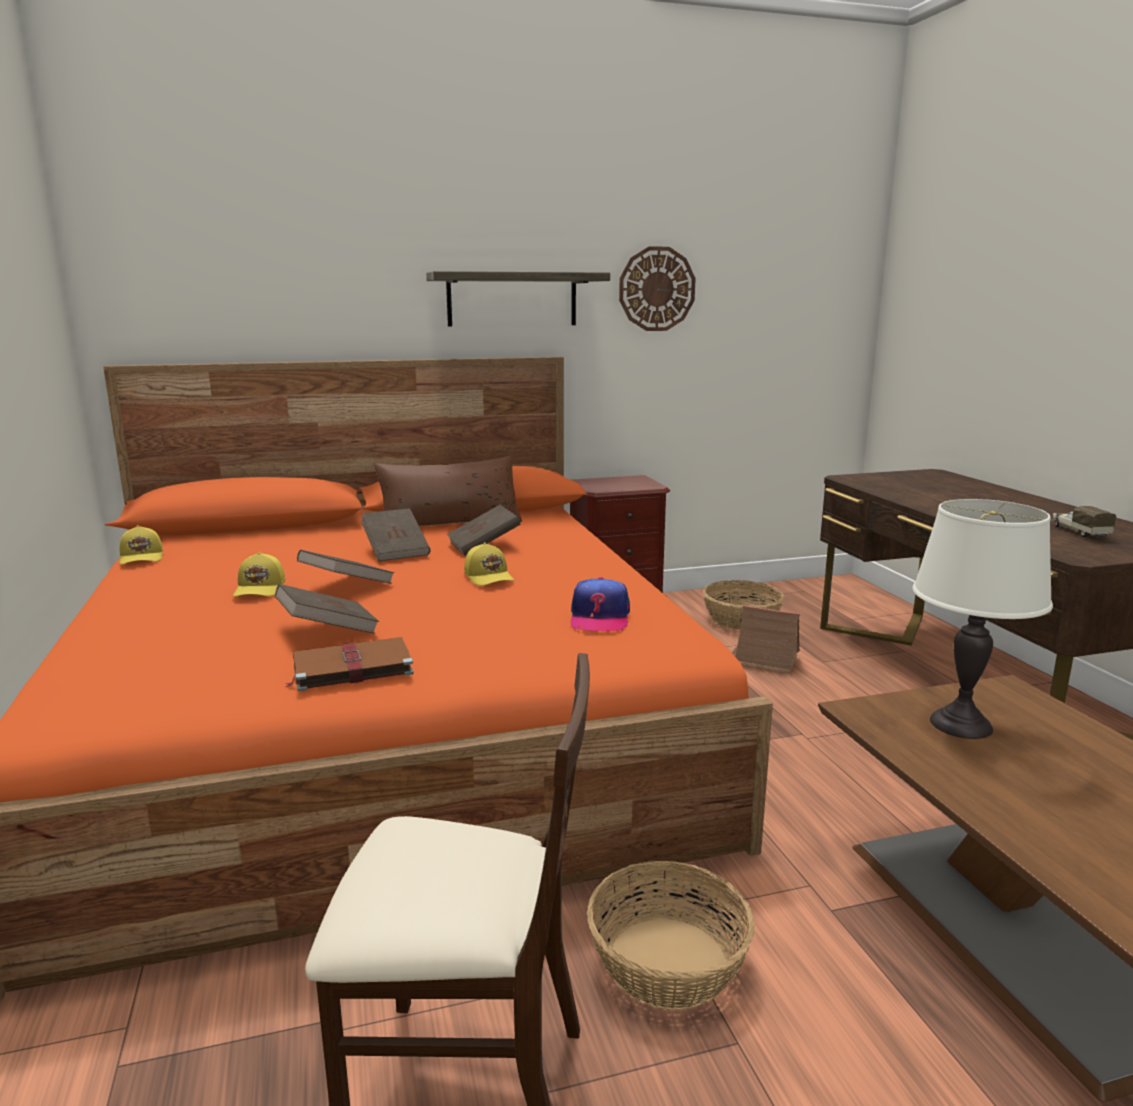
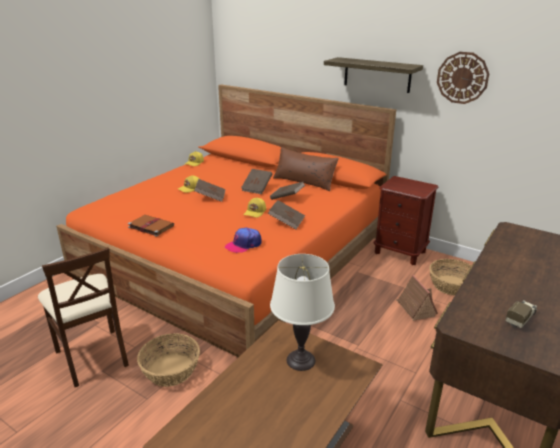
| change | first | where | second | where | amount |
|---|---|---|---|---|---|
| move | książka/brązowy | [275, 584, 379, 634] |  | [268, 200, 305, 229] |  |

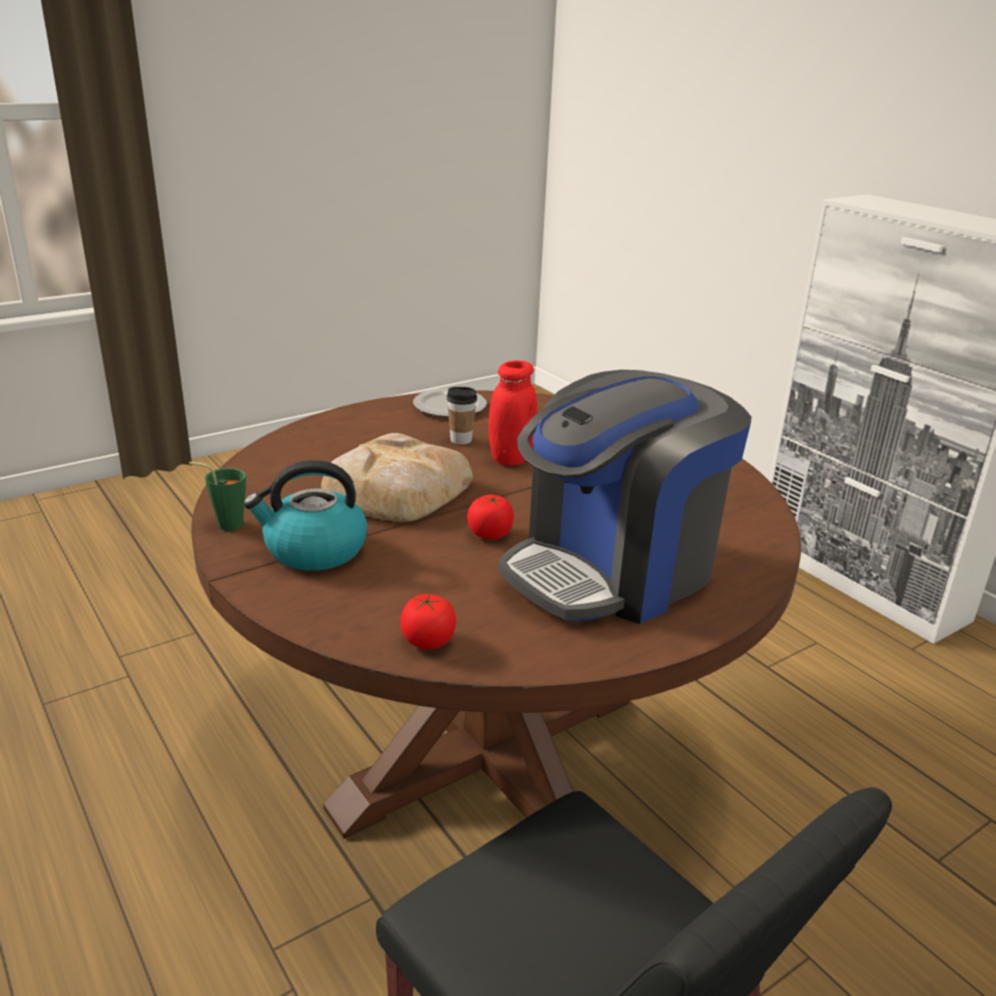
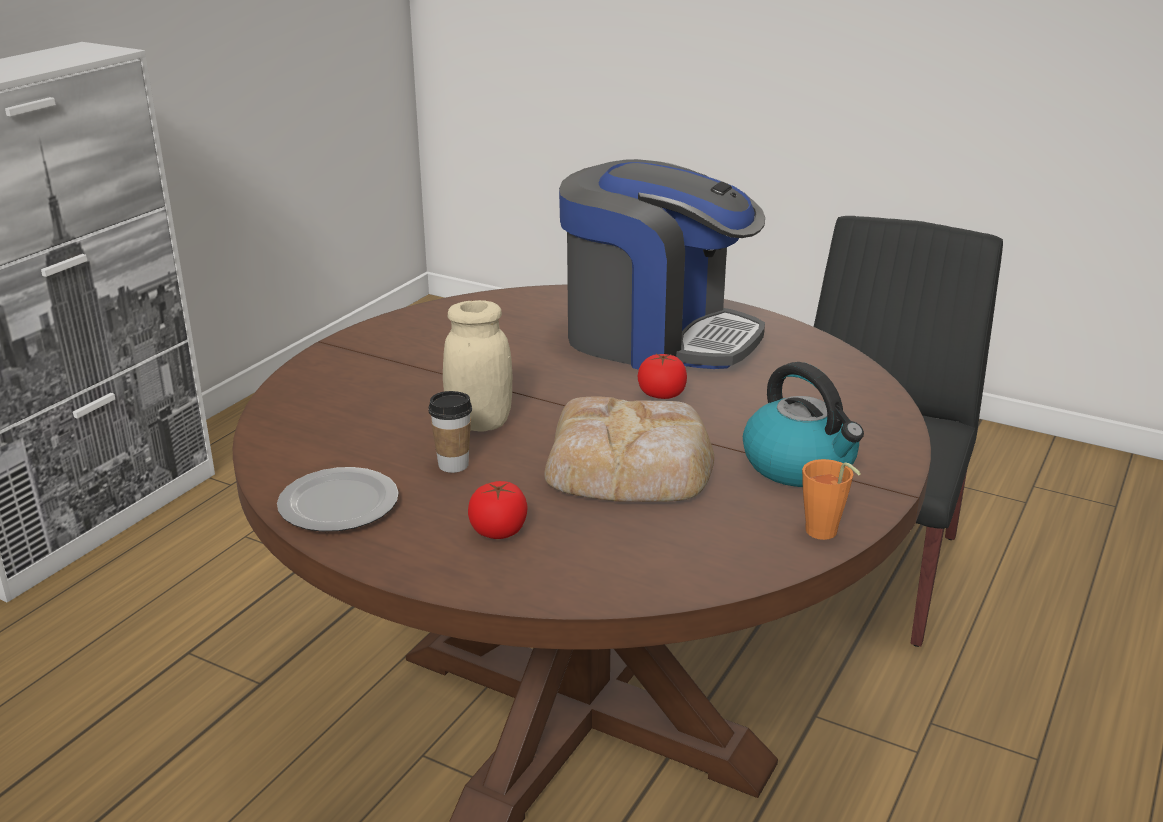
| change | first | where | second | where | amount |
|---|---|---|---|---|---|
| recolor | słoik/czerwony | [489, 360, 537, 466] | słoik/beżowy | [443, 300, 513, 432] |  |
| recolor | filiżanka/zielony | [189, 462, 246, 531] | filiżanka/pomarańczowy | [802, 459, 861, 540] |  |
| move | pomidor | [401, 593, 456, 649] |  | [468, 481, 528, 539] |  |

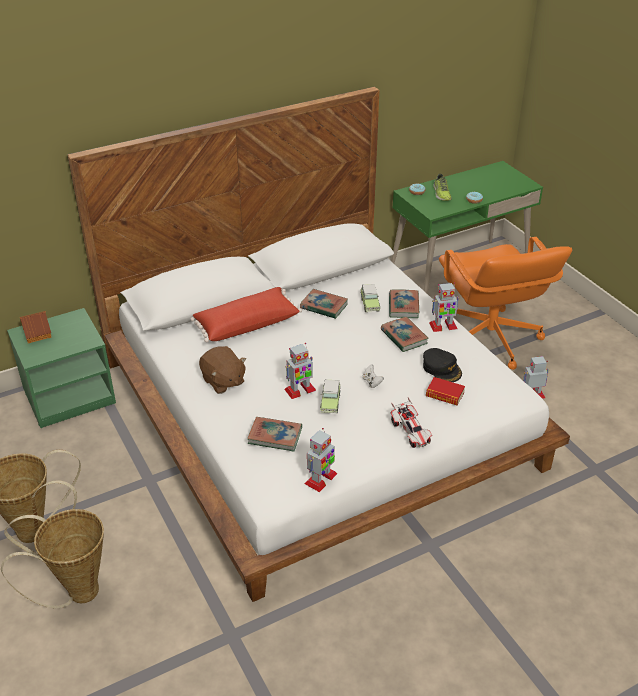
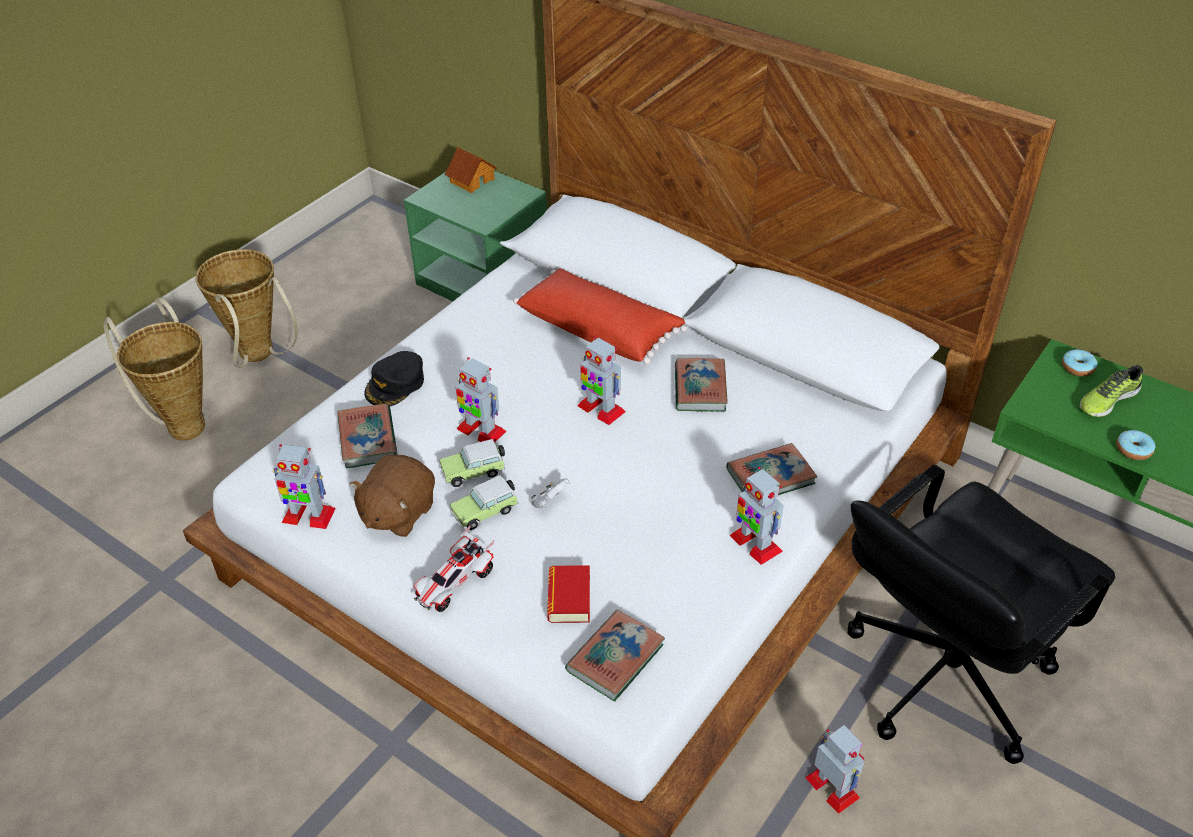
| change | first | where | second | where | amount |
|---|---|---|---|---|---|
| recolor | krzesło biurowe/pomarańczowy | [439, 237, 572, 370] | krzesło biurowe/czarny | [848, 465, 1116, 764] |  |
| move | samochodzik | [360, 284, 380, 312] |  | [450, 475, 518, 530] |  |
| move | książka | [381, 317, 429, 352] |  | [565, 610, 665, 701] |  |
| move | pluszak/brązowy | [199, 346, 246, 394] |  | [349, 455, 435, 537] |  |
| move | czapka z daszkiem/czarny | [423, 348, 462, 382] |  | [364, 351, 424, 406] |  |
| insert |  |  | robot zabawkowy | [577, 336, 626, 425] |  |

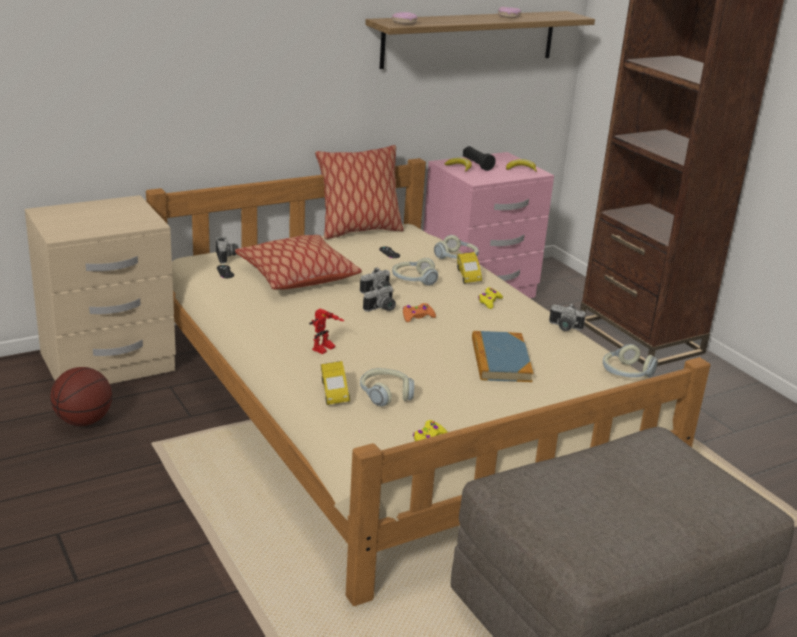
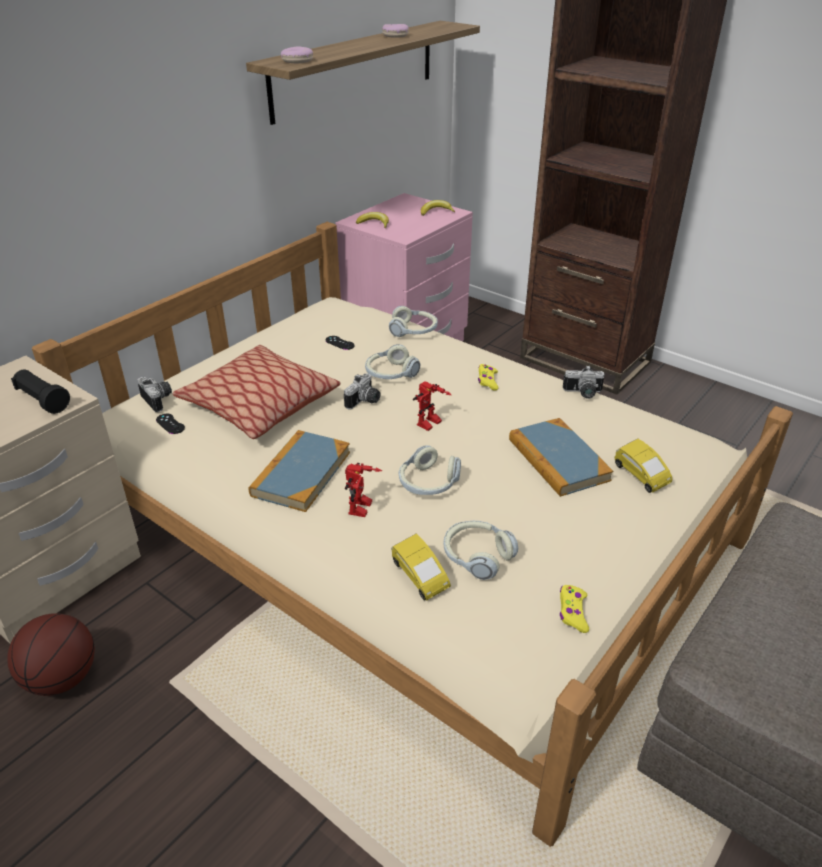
| change | first | where | second | where | amount |
|---|---|---|---|---|---|
| delete | poduszka | [315, 145, 404, 239] |  |  |  |
| move | latarka/czarny | [463, 146, 496, 171] |  | [11, 370, 70, 414] |  |
| move | samochodzik/żółty | [457, 252, 482, 284] |  | [615, 439, 672, 493] |  |
| delete | aparat fotograficzny | [363, 284, 396, 312] |  |  |  |
| replace | pad do gier/pomarańczowy | [403, 303, 436, 322] | robot zabawkowy | [413, 381, 451, 431] |  |
| move | słuchawki | [603, 344, 658, 378] |  | [399, 445, 461, 495] |  |
| insert |  |  | książka | [249, 430, 350, 512] |  |

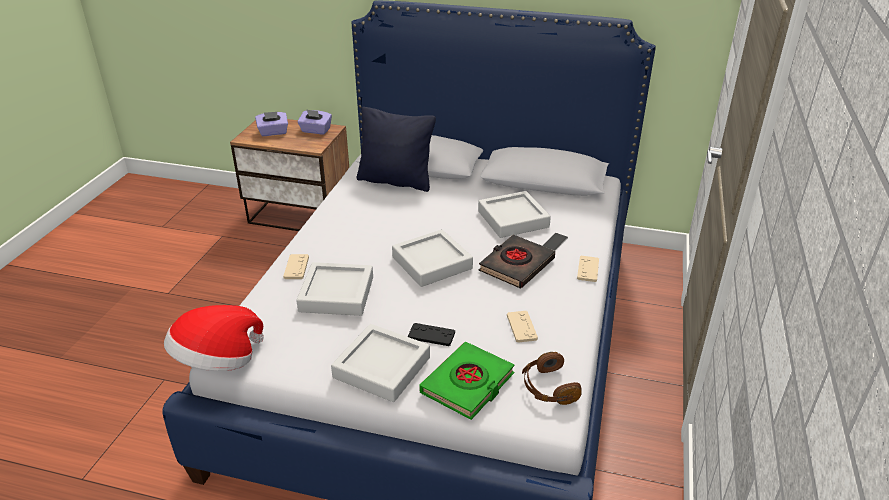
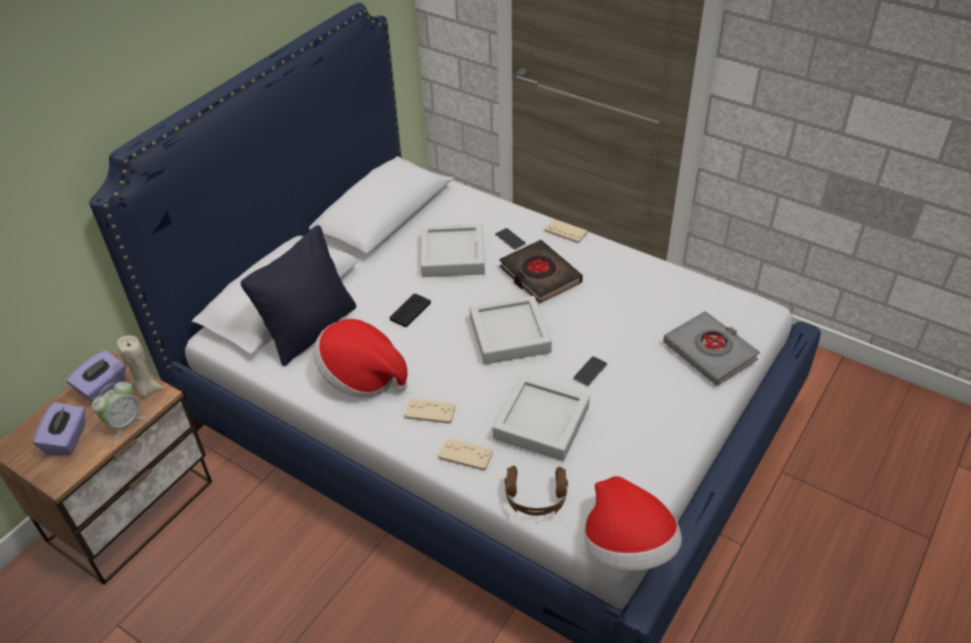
| change | first | where | second | where | amount |
|---|---|---|---|---|---|
| move | pad do gier/beżowy | [507, 311, 538, 343] |  | [405, 399, 455, 424] |  |
| move | pad do gier/czarny | [408, 323, 455, 346] |  | [390, 293, 431, 327] |  |
| delete | taca/szary | [331, 324, 430, 402] |  |  |  |
| recolor | książka/zielony | [419, 341, 515, 420] | książka/szary | [663, 311, 760, 386] |  |
| move | słuchawki/brązowy | [522, 352, 582, 405] |  | [505, 466, 568, 516] |  |
| insert |  |  | kapelusz | [314, 319, 408, 398] |  |
| insert |  |  | świeca/beżowy | [117, 335, 163, 398] |  |
| insert |  |  | telefon | [573, 356, 607, 386] |  |
| insert |  |  | budzik | [92, 382, 145, 439] |  |

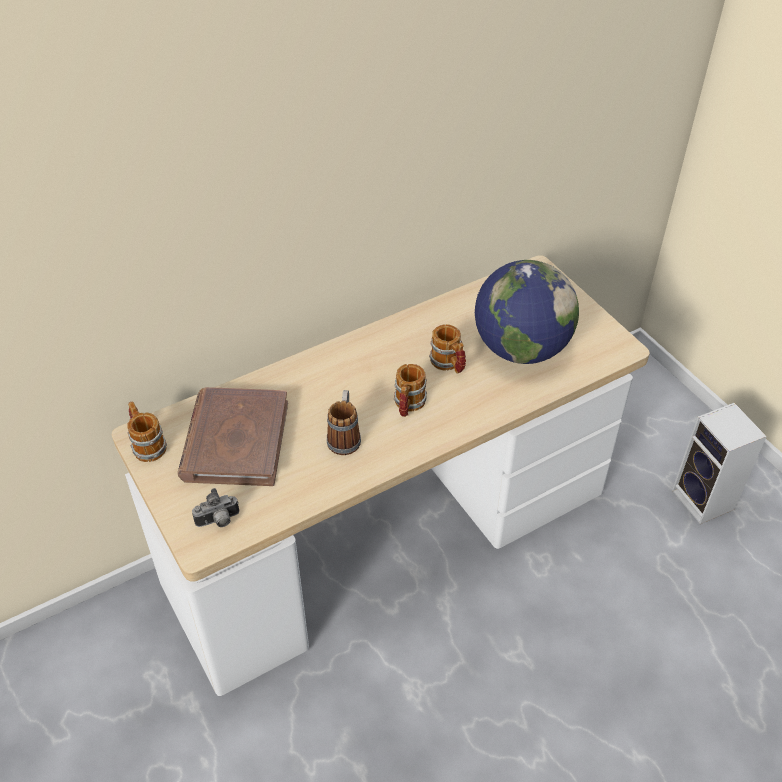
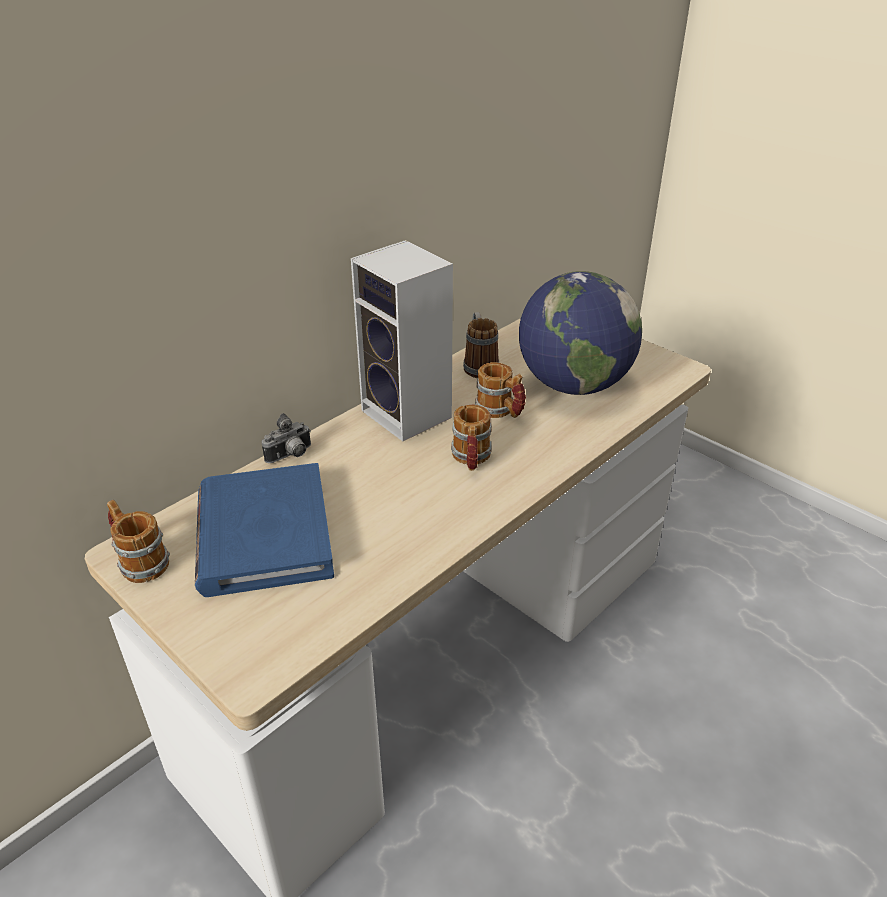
| change | first | where | second | where | amount |
|---|---|---|---|---|---|
| recolor | książka/brązowy | [177, 387, 288, 486] | książka/niebieski | [195, 463, 334, 597] |  |
| move | kubek | [327, 390, 361, 455] |  | [463, 312, 499, 378] |  |
| move | głośnik | [672, 403, 767, 524] |  | [351, 240, 453, 441] |  |
| move | aparat fotograficzny | [192, 488, 239, 527] |  | [262, 413, 311, 463] |  |

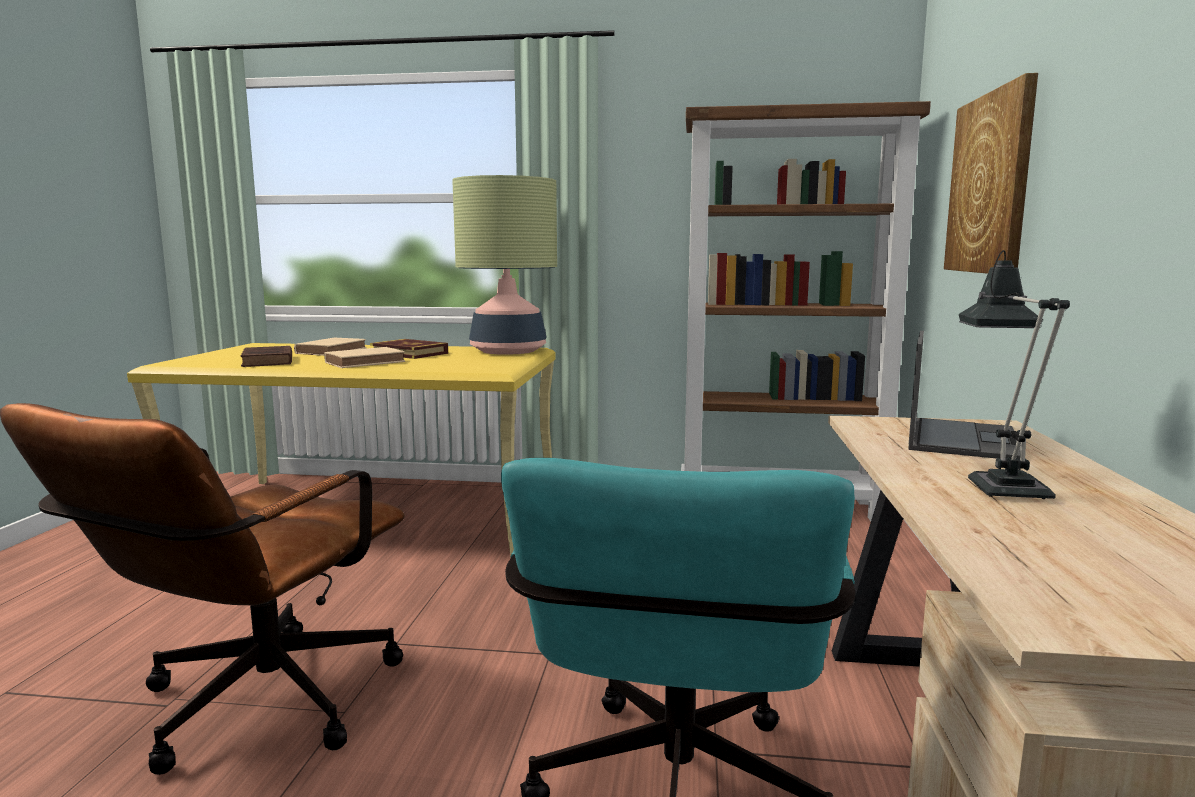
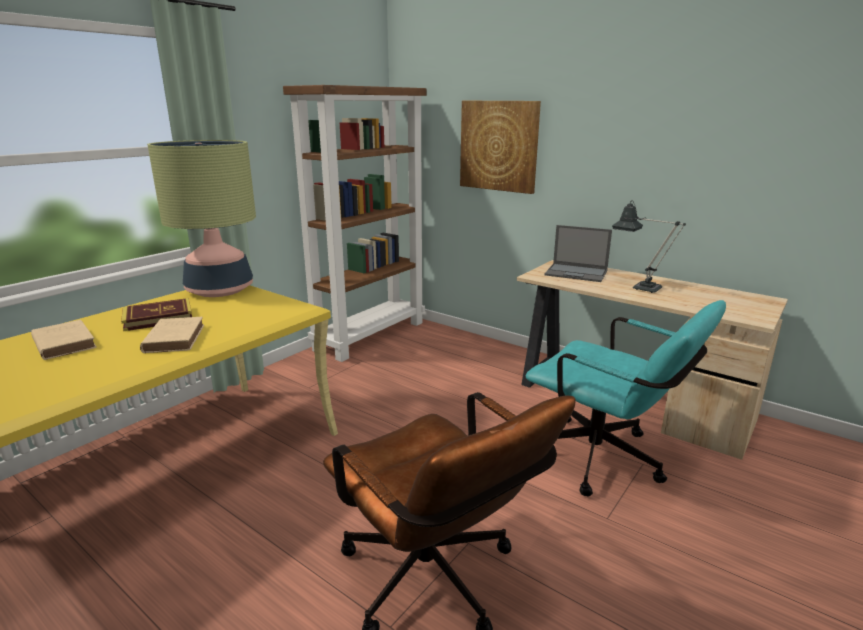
| change | first | where | second | where | amount |
|---|---|---|---|---|---|
| rotate | laptop | [908, 331, 1020, 460] |  | [544, 225, 612, 282] | 150 degrees clockwise |
| delete | książka/brązowy | [240, 346, 292, 367] |  |  |  |

